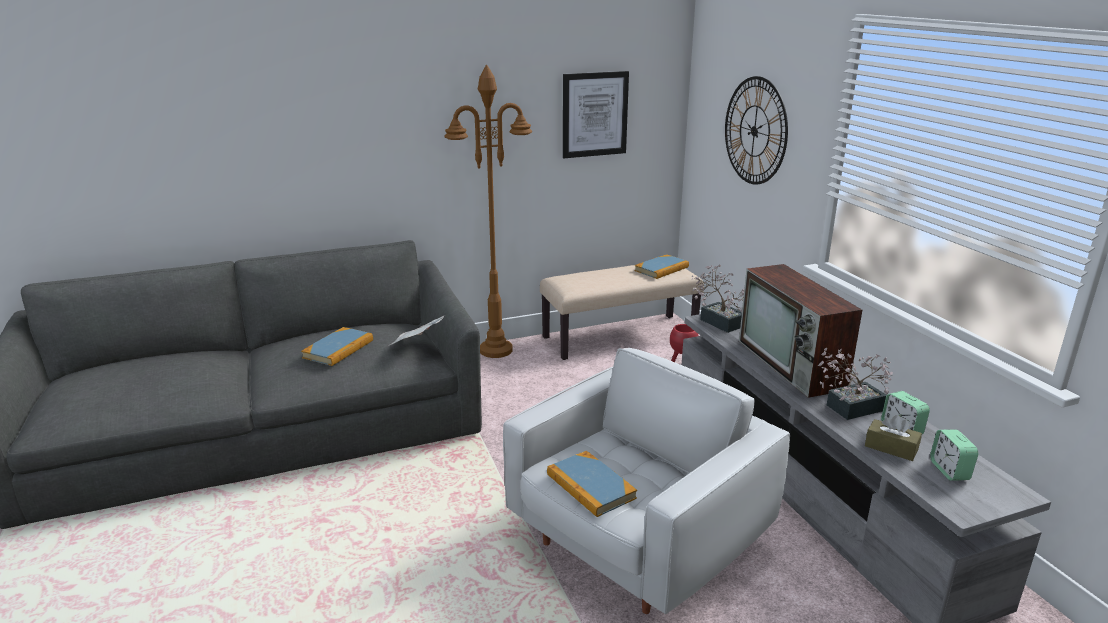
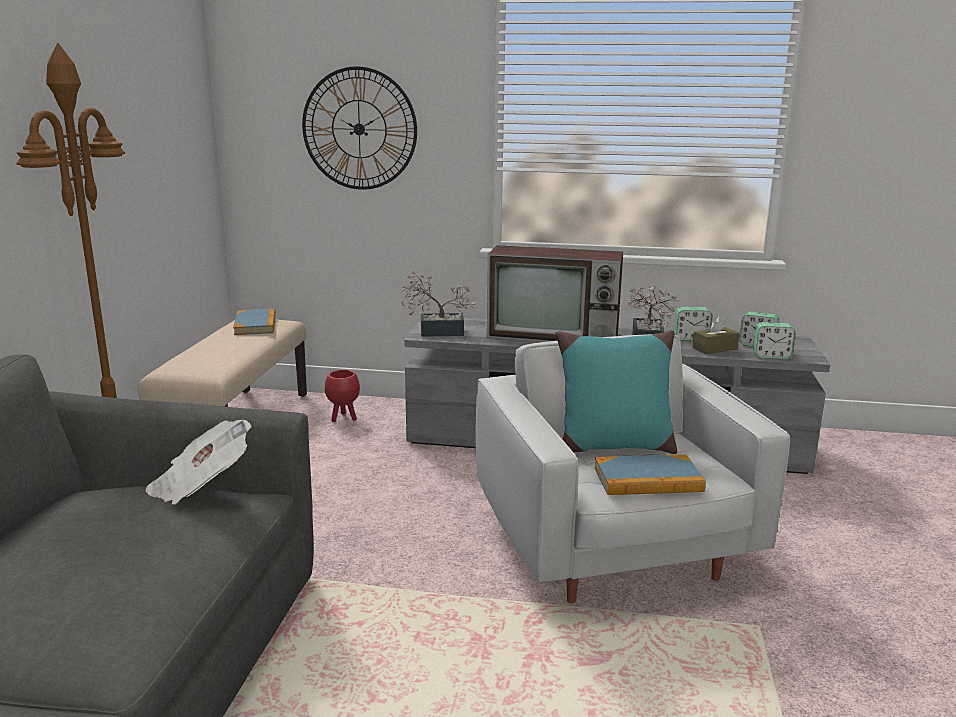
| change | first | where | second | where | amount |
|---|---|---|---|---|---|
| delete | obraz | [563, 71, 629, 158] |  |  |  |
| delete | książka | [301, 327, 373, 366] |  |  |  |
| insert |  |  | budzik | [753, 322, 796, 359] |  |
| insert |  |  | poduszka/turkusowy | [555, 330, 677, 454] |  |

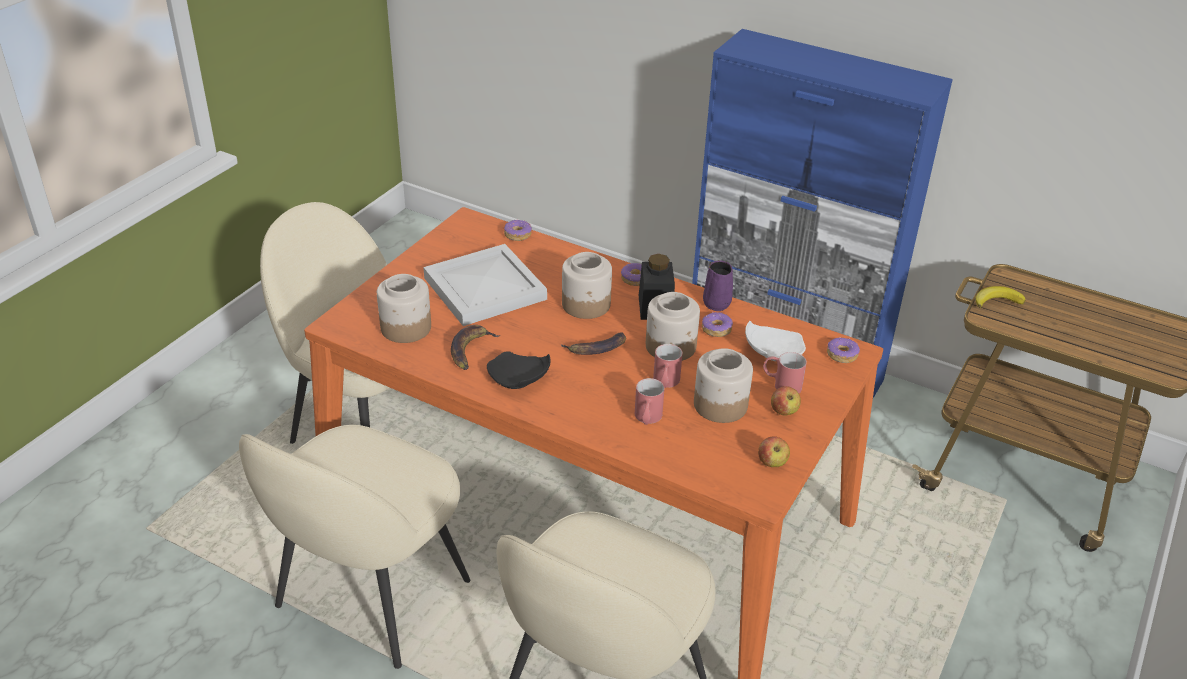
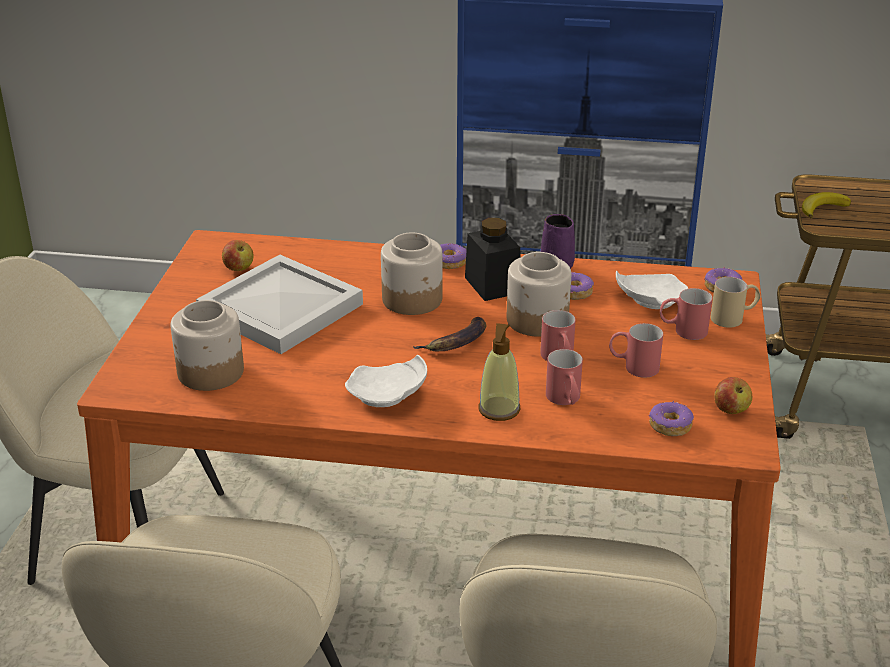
| change | first | where | second | where | amount |
|---|---|---|---|---|---|
| move | donut | [504, 220, 532, 241] |  | [649, 401, 694, 436] |  |
| delete | banan | [451, 325, 500, 370] |  |  |  |
| replace | słoik | [694, 348, 753, 423] | kubek/czerwony | [609, 323, 663, 378] |  |
| recolor | talerz/czarny | [487, 351, 551, 389] | talerz/biały | [345, 355, 427, 407] |  |
| move | jabłko | [771, 386, 801, 415] |  | [222, 240, 254, 271] |  |
| insert |  |  | kubek/beżowy | [711, 277, 760, 328] |  |
| insert |  |  | dozownik mydła | [478, 323, 521, 421] |  |

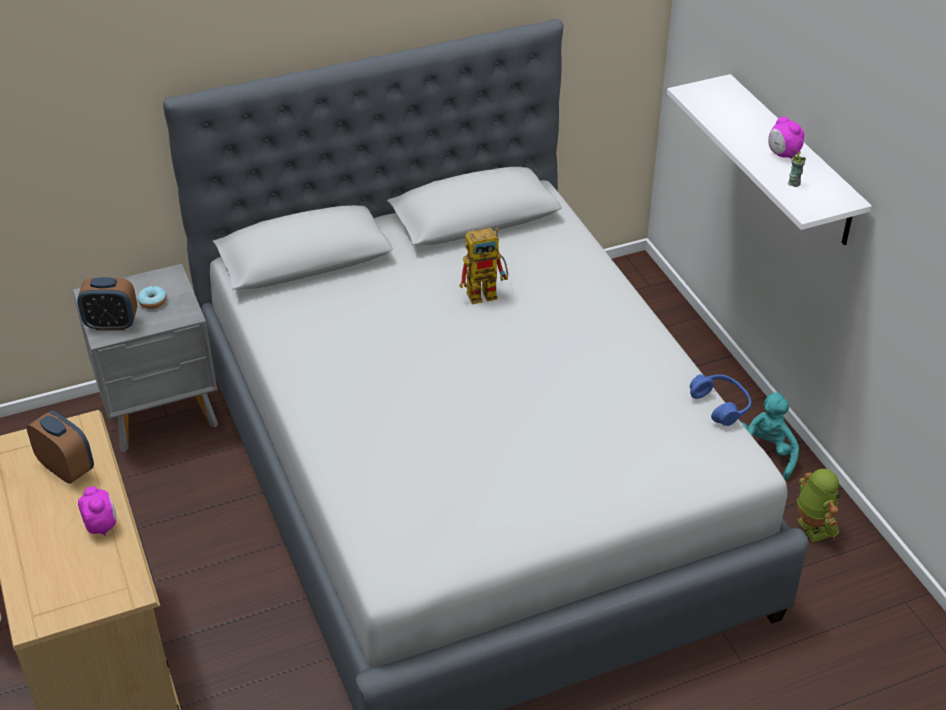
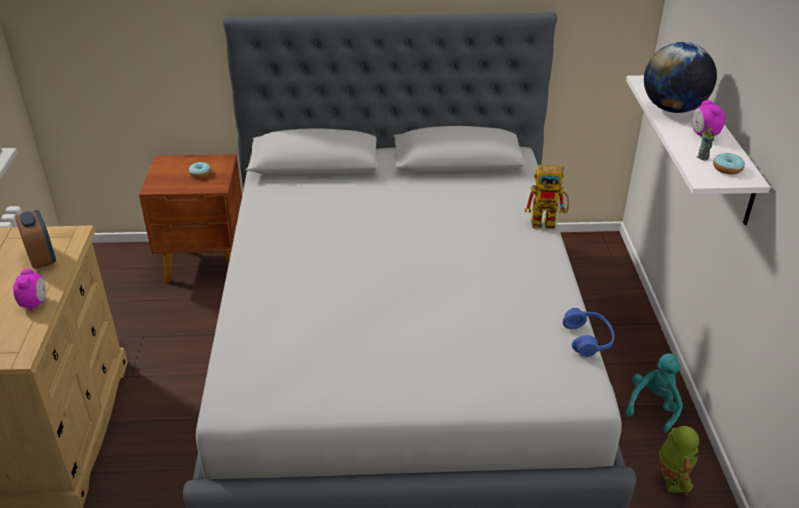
| change | first | where | second | where | amount |
|---|---|---|---|---|---|
| move | robot zabawkowy | [460, 227, 508, 304] |  | [525, 165, 569, 229] |  |
| recolor | szafka nocna/szary | [73, 264, 218, 452] | szafka nocna/brązowy | [139, 154, 242, 284] |  |
| delete | budzik | [77, 277, 137, 331] |  |  |  |
| insert |  |  | globus | [644, 42, 717, 113] |  |
| insert |  |  | donut | [713, 153, 745, 175] |  |

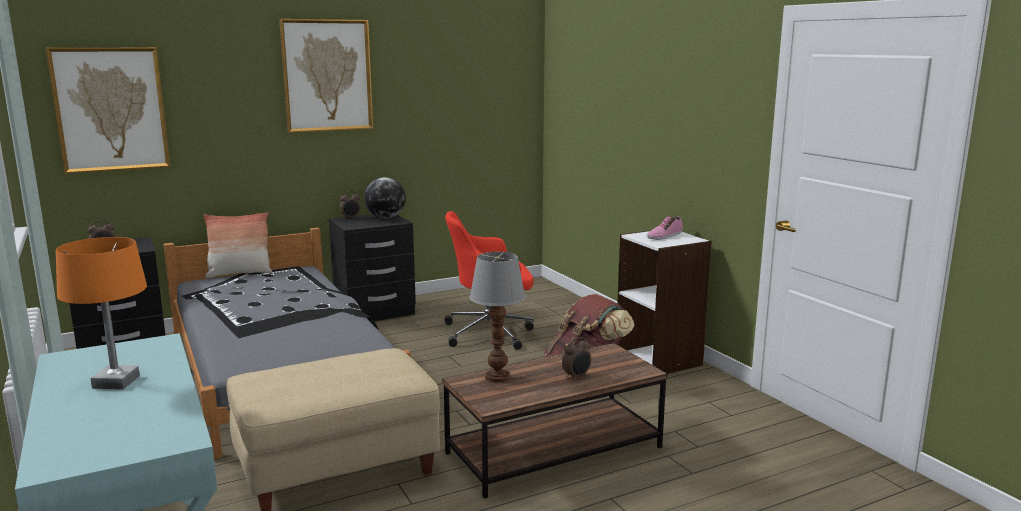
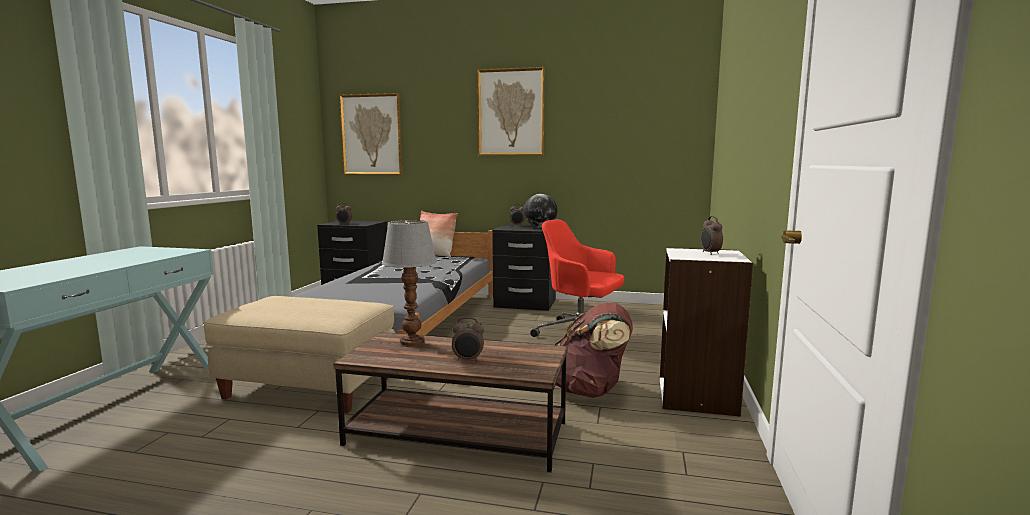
| change | first | where | second | where | amount |
|---|---|---|---|---|---|
| replace | but | [647, 216, 683, 240] | budzik | [700, 216, 723, 255] |  |
| delete | lampa stołowa/pomarańczowy | [56, 237, 147, 389] |  |  |  |

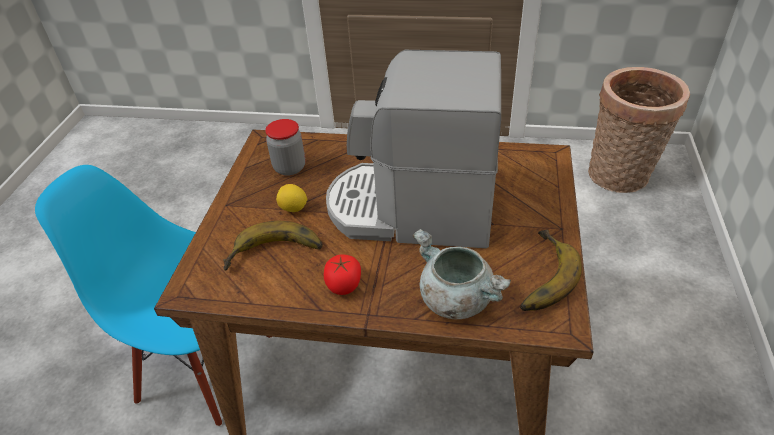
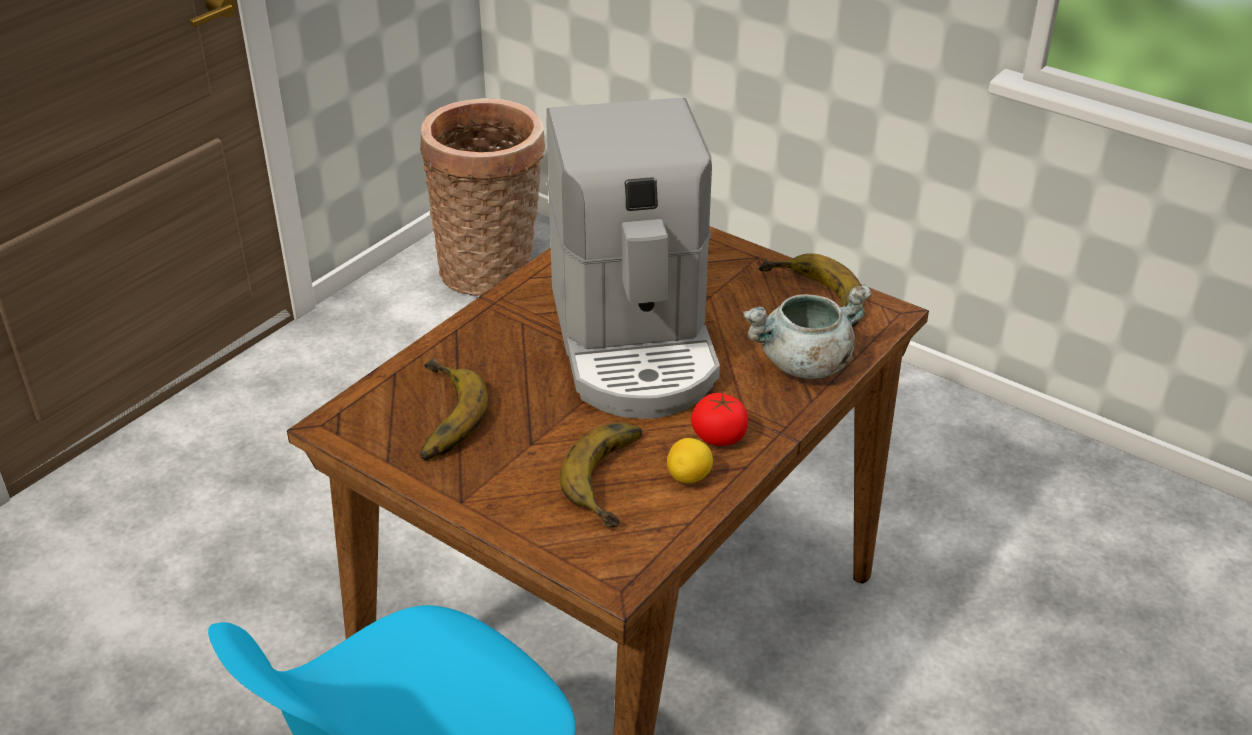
| change | first | where | second | where | amount |
|---|---|---|---|---|---|
| rotate | ekspres do kawy | [326, 50, 501, 248] |  | [546, 98, 720, 419] | 45 degrees counterclockwise |
| replace | słoik | [265, 119, 306, 176] | banan | [420, 358, 488, 460] |  |
| move | cytryna | [276, 184, 308, 212] |  | [667, 438, 713, 483] |  |

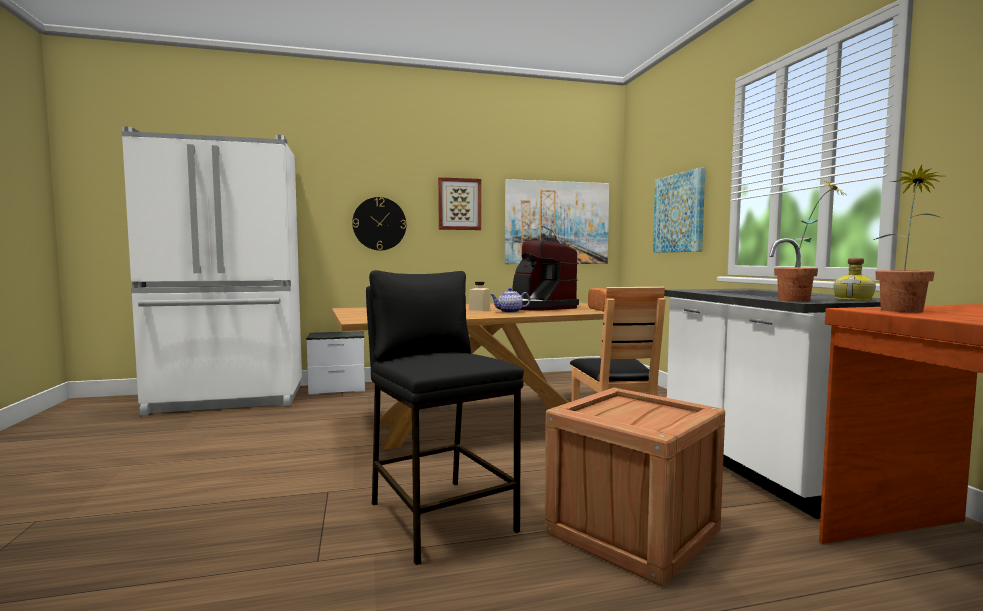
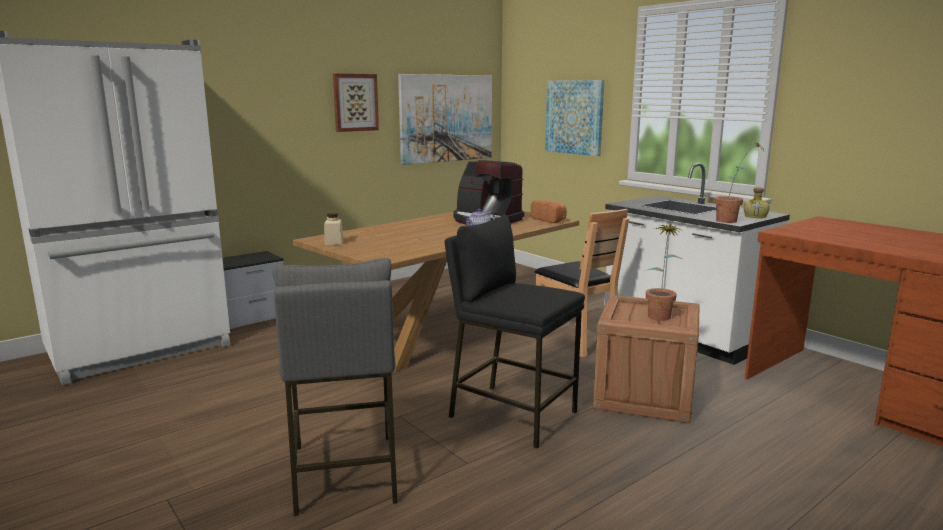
| change | first | where | second | where | amount |
|---|---|---|---|---|---|
| move | roślina doniczkowa | [873, 165, 942, 312] |  | [646, 225, 683, 321] |  |
| delete | zegar ścienny | [352, 197, 406, 250] |  |  |  |
| move | słoik/beżowy | [469, 282, 490, 311] |  | [324, 213, 343, 245] |  |
| insert |  |  | stołek/szary | [272, 258, 398, 516] |  |

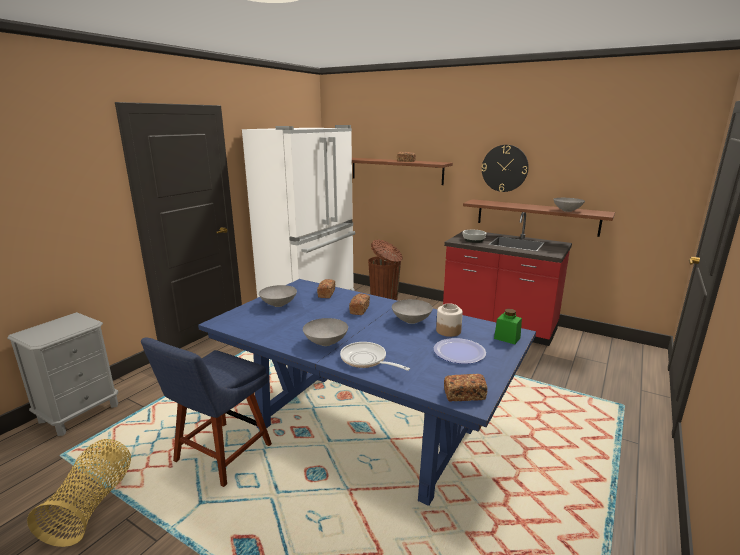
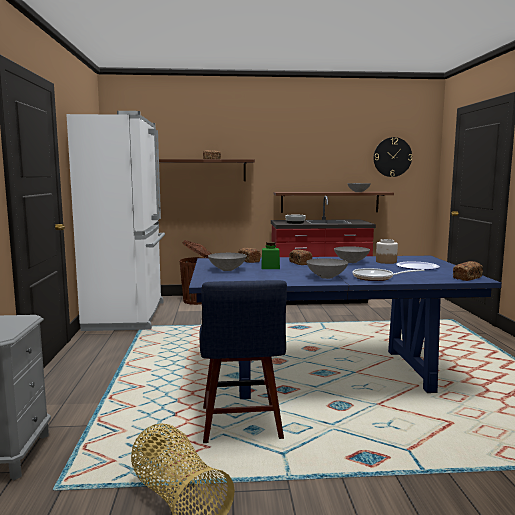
| change | first | where | second | where | amount |
|---|---|---|---|---|---|
| move | zegar ścienny | [482, 145, 529, 192] |  | [374, 137, 412, 177] |  |
| move | słoik/zielony | [494, 309, 522, 344] |  | [261, 242, 280, 269] |  |

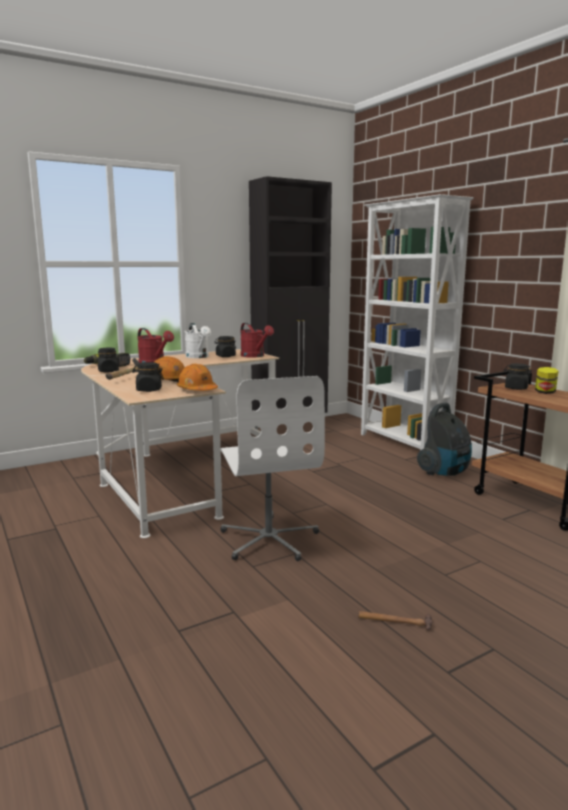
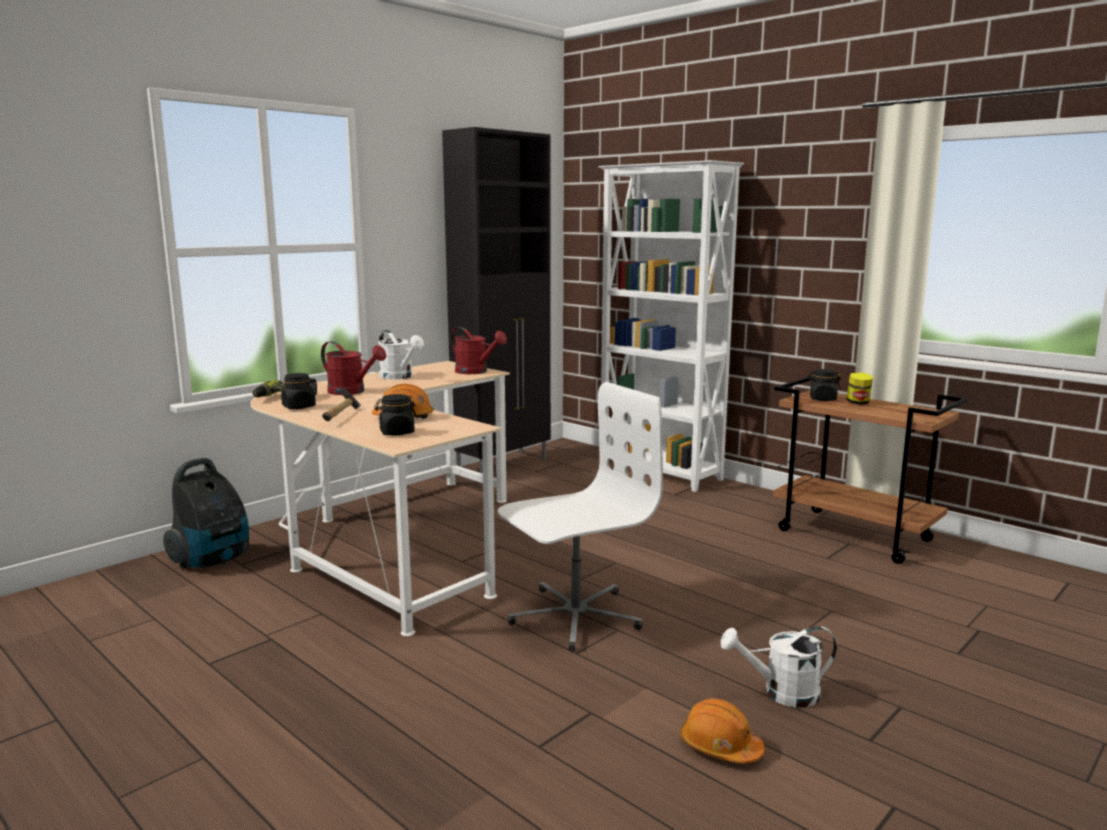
| change | first | where | second | where | amount |
|---|---|---|---|---|---|
| delete | słoik/czarny | [214, 336, 236, 357] |  |  |  |
| move | kask/pomarańczowy | [177, 364, 218, 391] |  | [680, 698, 765, 763] |  |
| rotate | krzesło biurowe/biały | [220, 376, 325, 561] |  | [498, 382, 663, 651] | 90 degrees counterclockwise |
| move | odkurzacz | [417, 403, 472, 476] |  | [163, 458, 249, 568] |  |
| replace | młotek | [358, 611, 432, 631] | konewka/biały | [721, 626, 837, 708] |  |

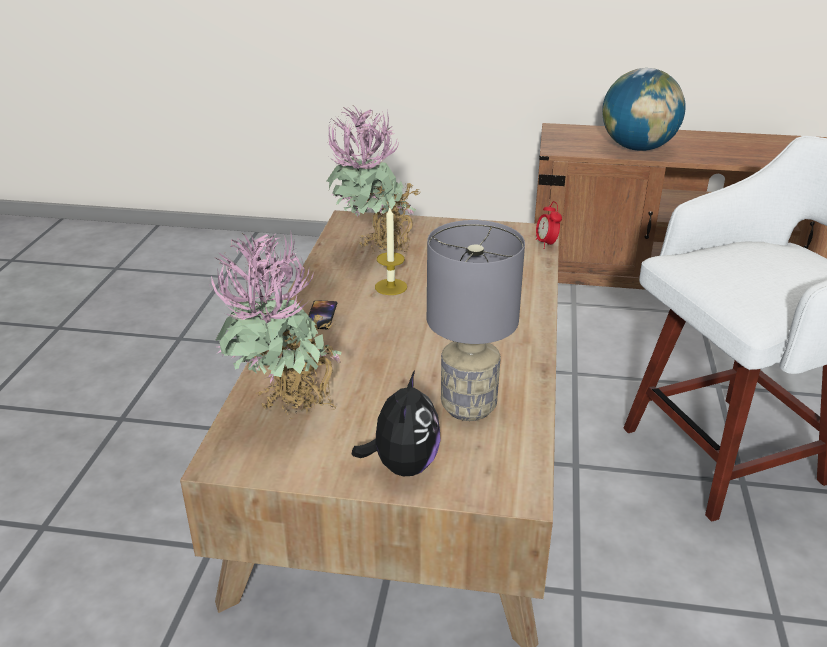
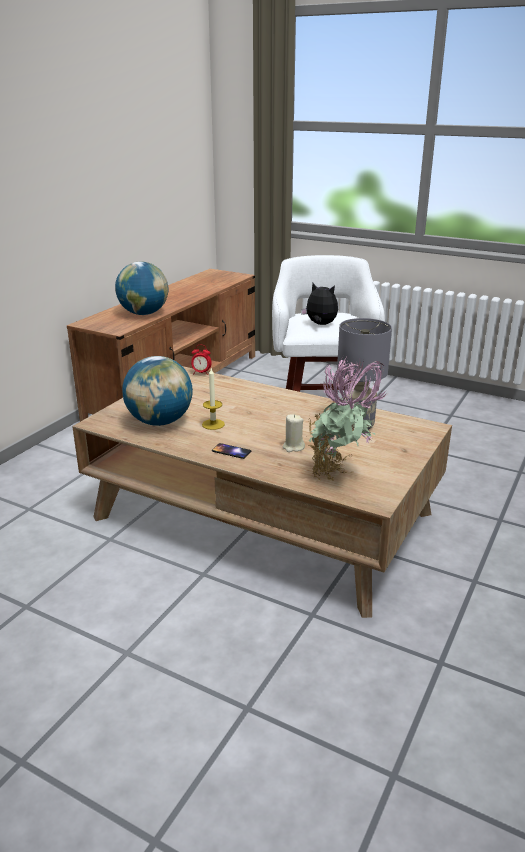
| change | first | where | second | where | amount |
|---|---|---|---|---|---|
| replace | roślina doniczkowa | [327, 106, 422, 254] | globus | [122, 356, 193, 426] |  |
| move | pluszak | [351, 370, 441, 476] |  | [301, 283, 338, 325] |  |
| insert |  |  | świeca/beżowy | [282, 414, 305, 452] |  |

